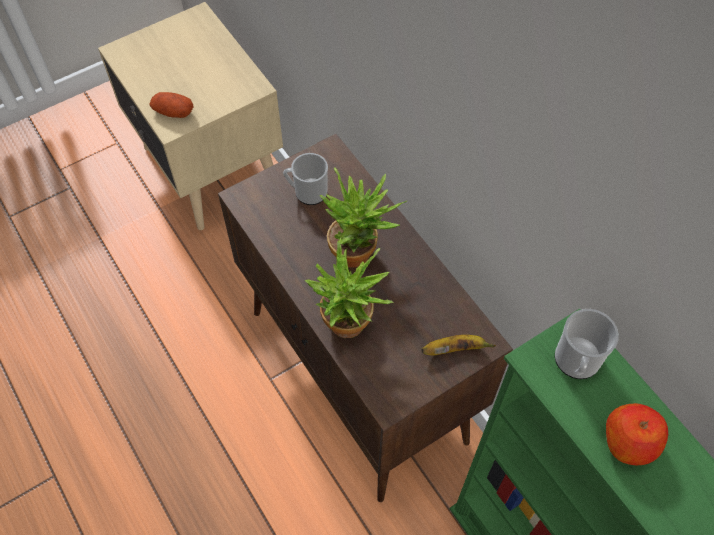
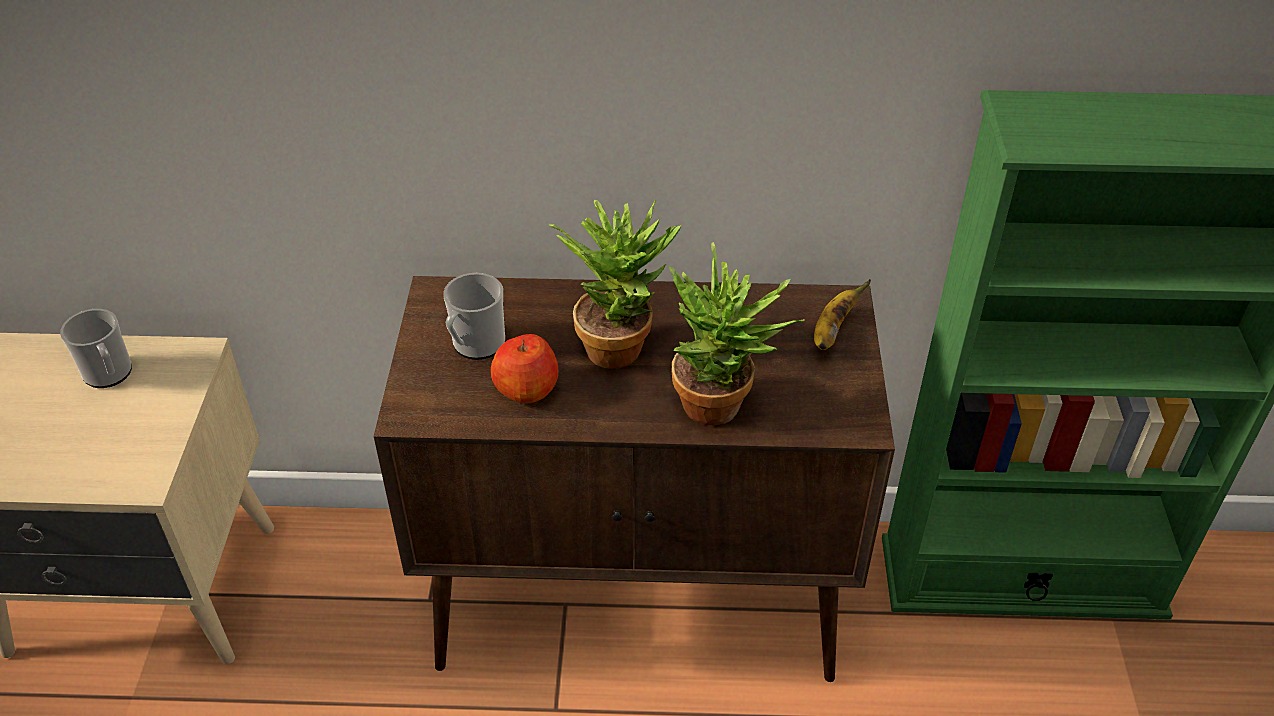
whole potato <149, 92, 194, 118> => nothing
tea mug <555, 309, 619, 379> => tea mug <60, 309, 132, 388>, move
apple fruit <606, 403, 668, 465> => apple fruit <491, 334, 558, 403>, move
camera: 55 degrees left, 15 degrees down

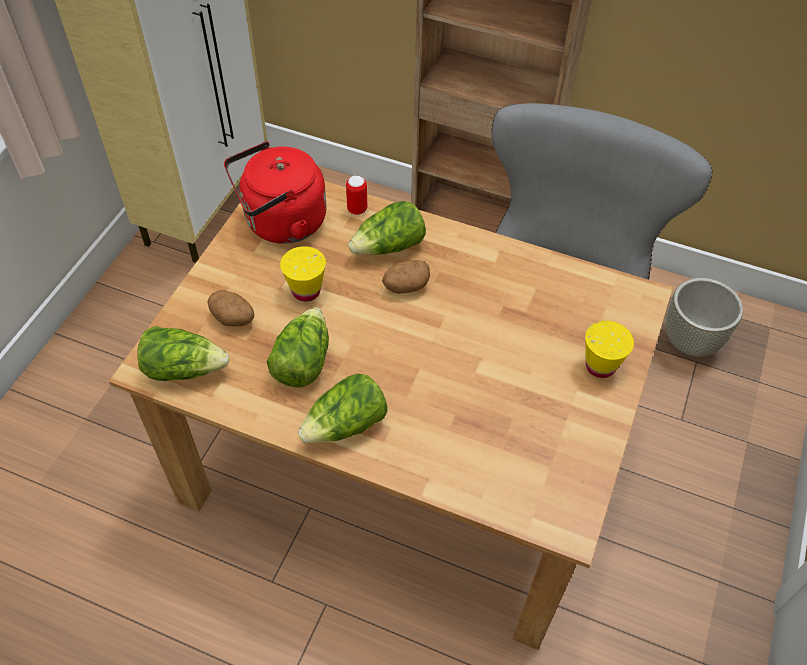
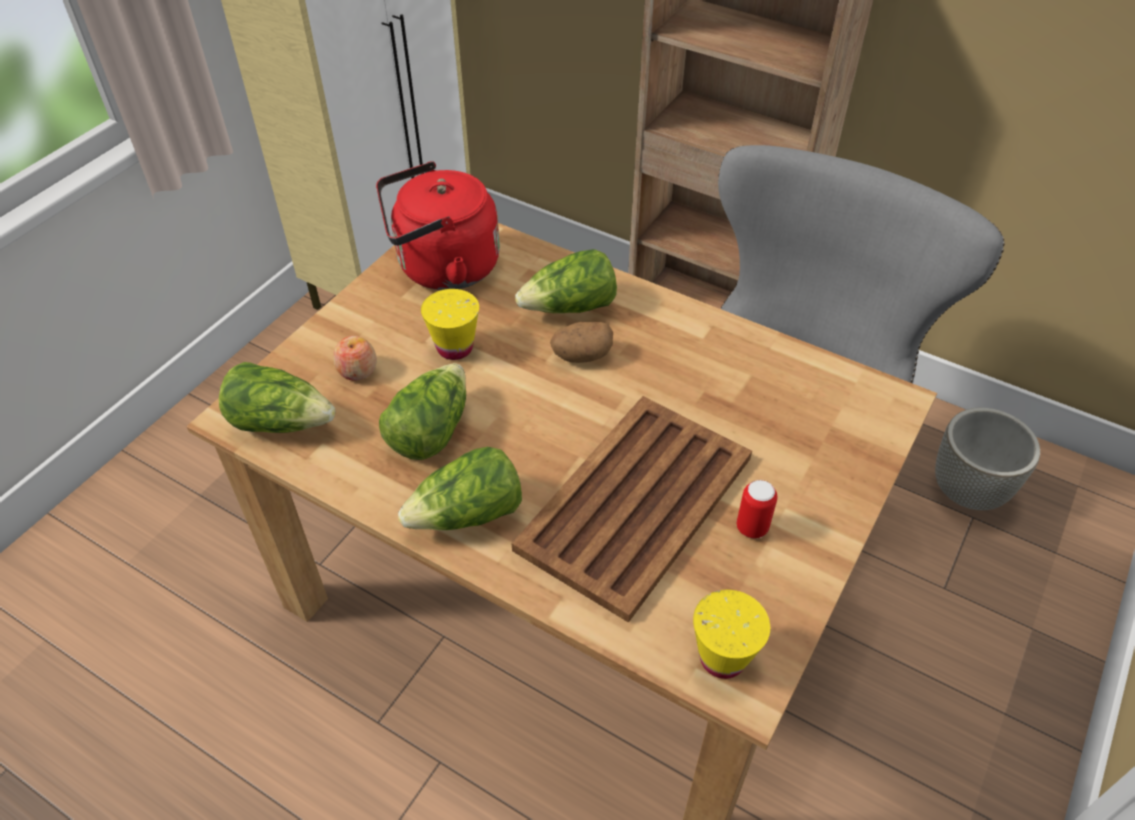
nothing => brown serving tray <512, 396, 752, 623>
metal can <346, 176, 367, 215> => metal can <737, 480, 777, 539>, move
yellowish small cup <585, 321, 634, 378> => yellowish small cup <693, 590, 770, 679>, move
whole potato <208, 290, 254, 326> => apple fruit <333, 336, 377, 381>
camera: 10 degrees right, 5 degrees down

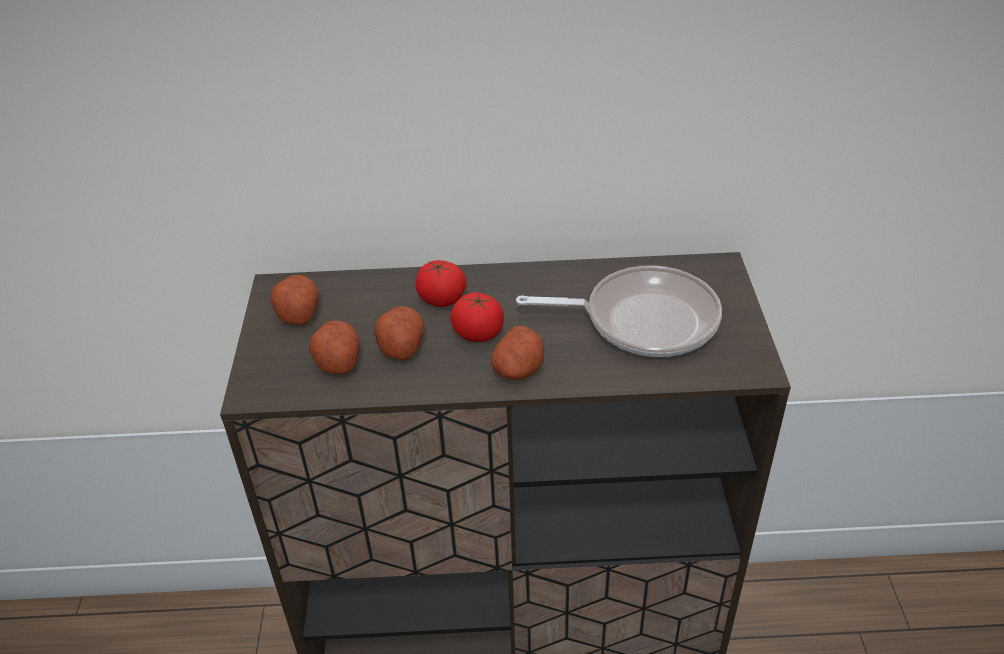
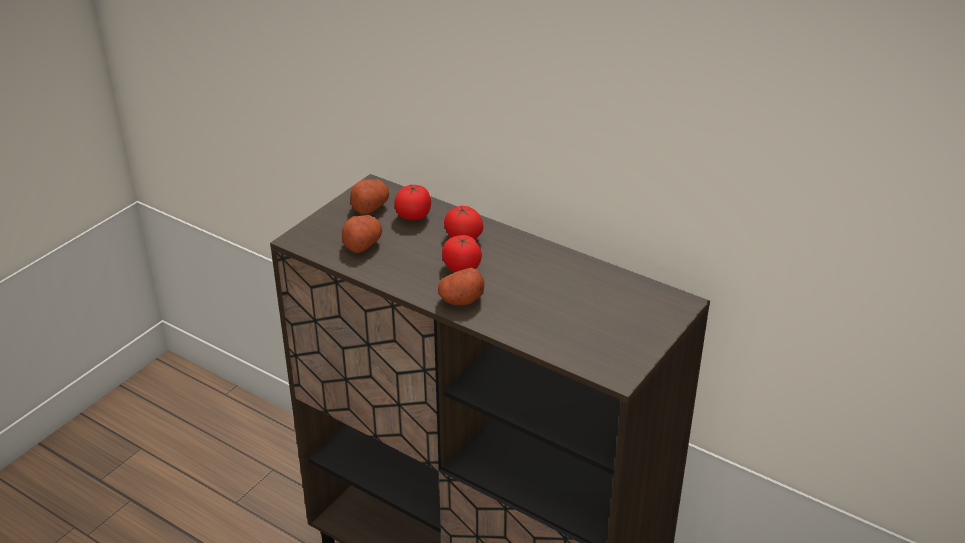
whole potato <374, 306, 424, 360> => nothing
pan <516, 265, 722, 357> => nothing
nothing => whole tomato <394, 184, 431, 220>
camera: 35 degrees right, 5 degrees down

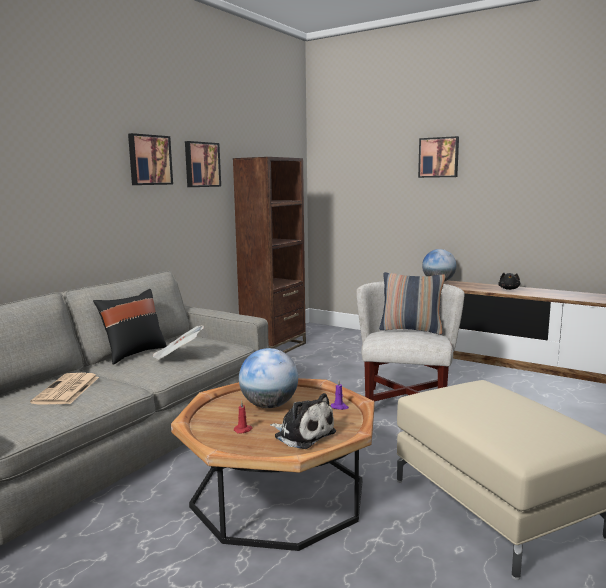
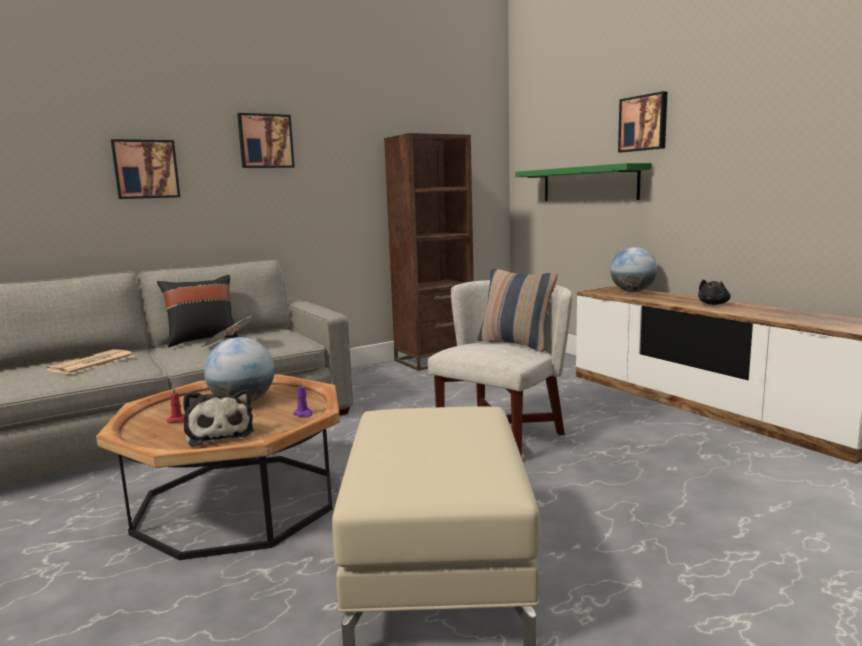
nothing => greenish wall shelf <515, 163, 652, 201>
wall art <185, 141, 221, 187> => wall art <111, 139, 180, 199>, move
camera: 25 degrees right, 0 degrees up

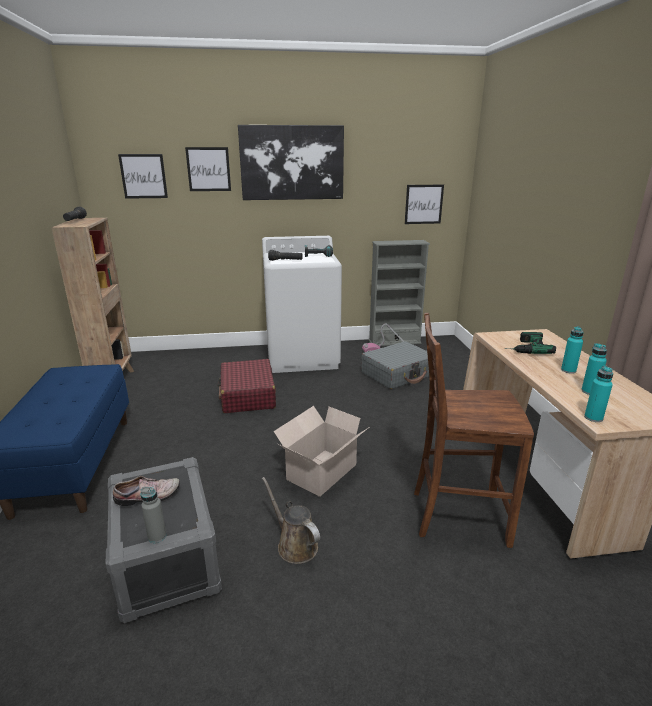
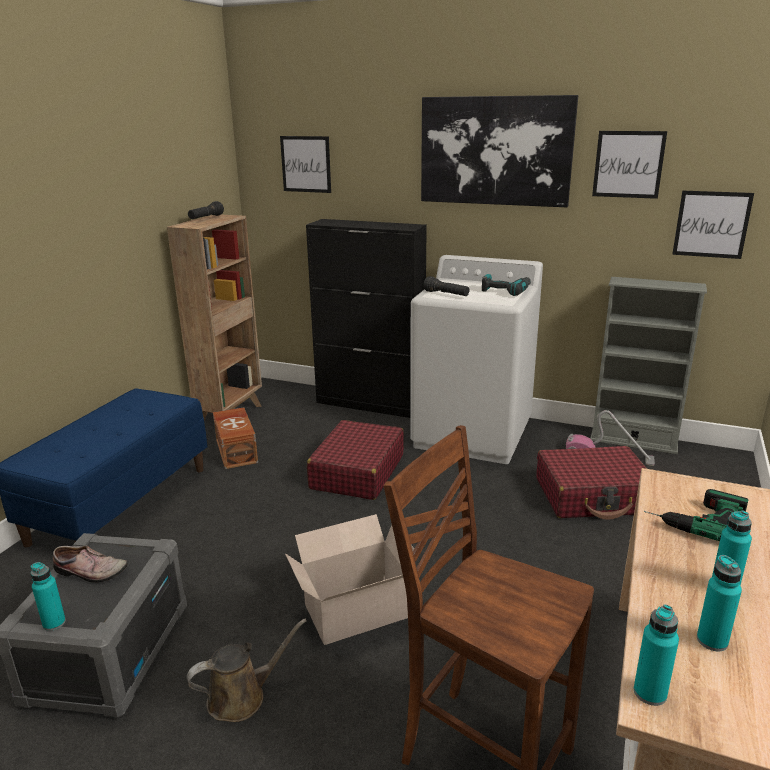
nothing => brown storage bin <213, 407, 258, 469>
nothing => black storage cabinet <306, 219, 427, 418>
wall art <185, 147, 231, 191> => wall art <592, 131, 667, 199>, move
grey beverage bottle <140, 487, 166, 543> => turquoise beverage bottle <31, 562, 66, 631>
grey suitcase <361, 341, 429, 389> => red suitcase <537, 446, 647, 520>
brown watering can <262, 477, 320, 564> => brown watering can <187, 619, 307, 722>, 75 degrees clockwise
camera: 30 degrees right, 0 degrees up

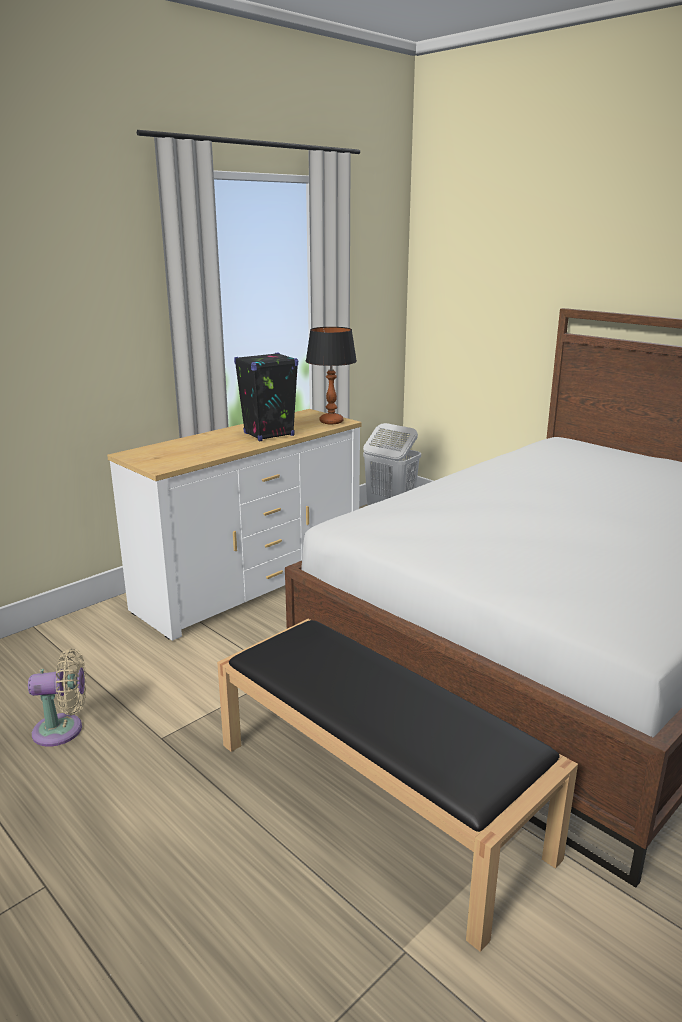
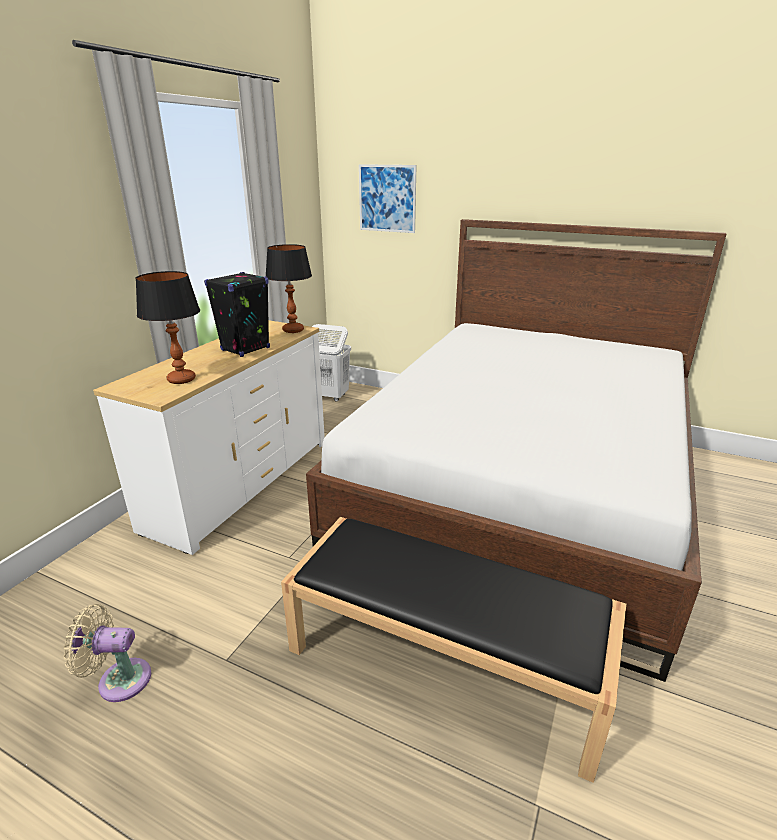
nothing => lamp for a table <135, 271, 200, 384>
nothing => wall art <359, 164, 417, 233>
sand-coloured electric fan <28, 649, 86, 747> => sand-coloured electric fan <64, 604, 151, 702>, 150 degrees counterclockwise
camera: 20 degrees left, 5 degrees up

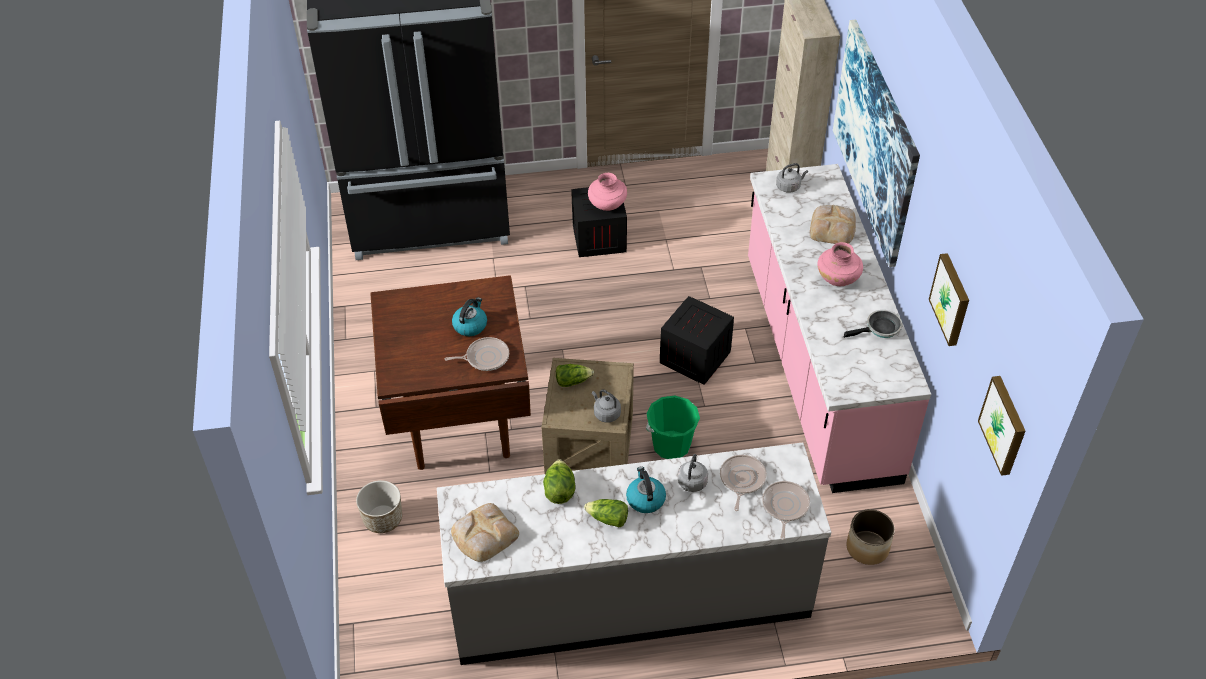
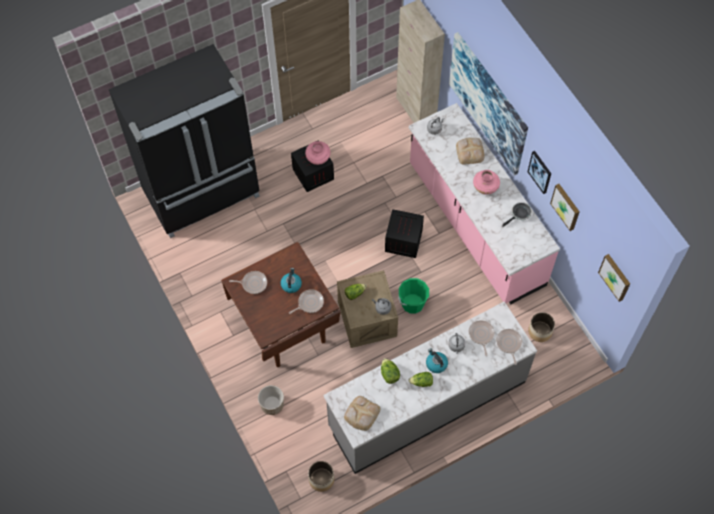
nothing => pan <229, 271, 267, 294>
nothing => planter <308, 461, 334, 492>
nothing => wall art <528, 151, 551, 194>
camera: 20 degrees left, 15 degrees up

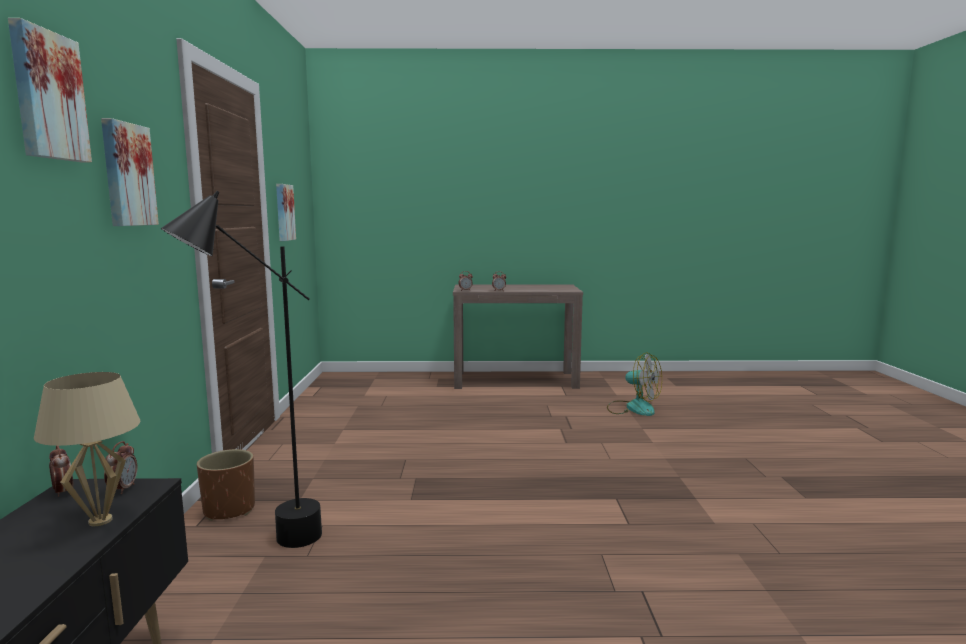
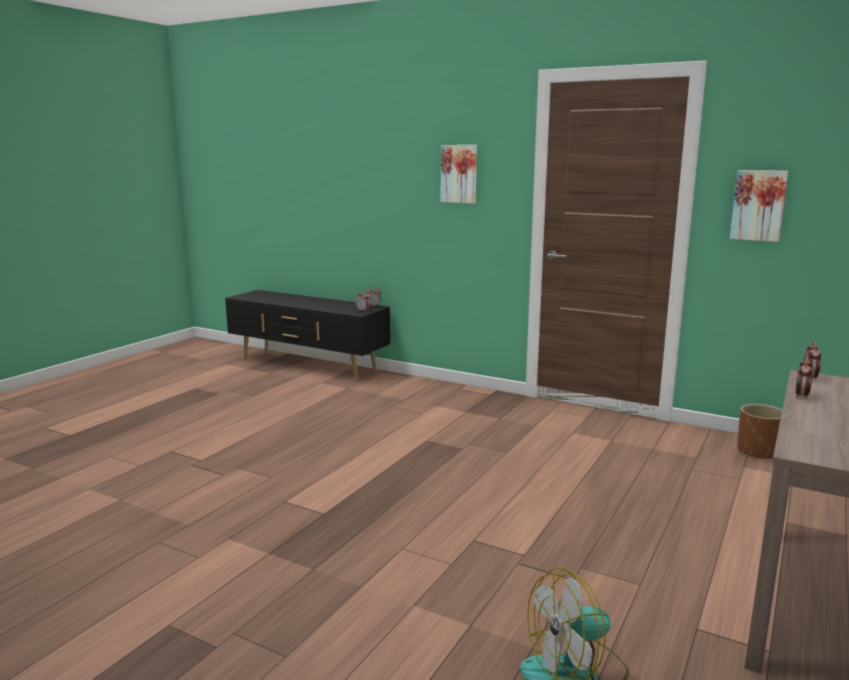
wall art <8, 18, 92, 162> => nothing
sand-coloured lamp for a table <34, 372, 141, 526> => nothing
black floor lamp <161, 191, 322, 548> => nothing
brown planter <197, 449, 255, 521> => brown planter <737, 404, 782, 459>, move
camera: 120 degrees right, 5 degrees up

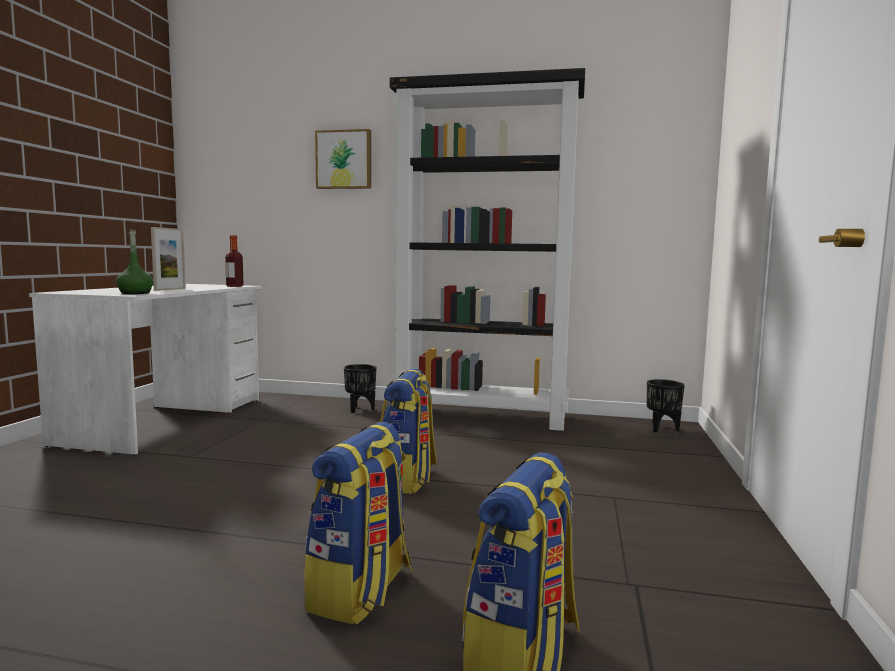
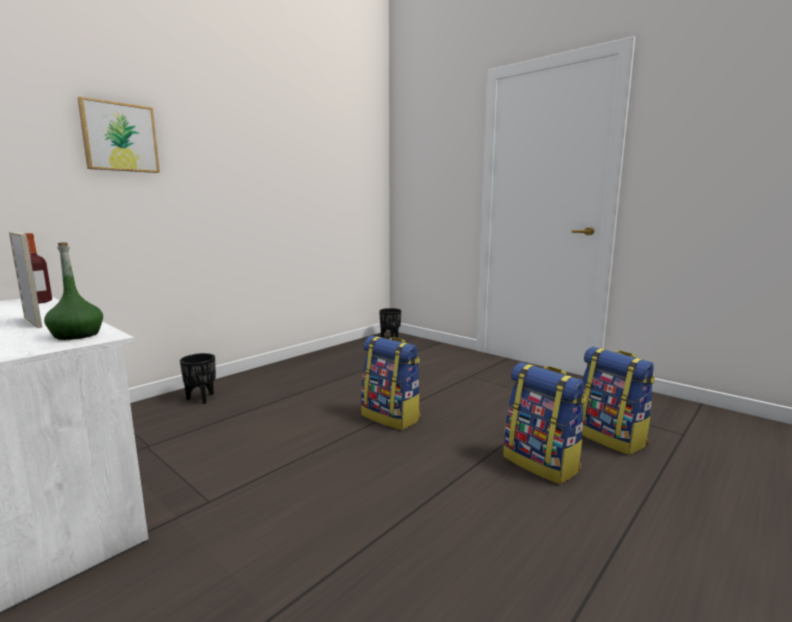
black bookcase <389, 68, 585, 431> => nothing
camera: 60 degrees left, 5 degrees up

